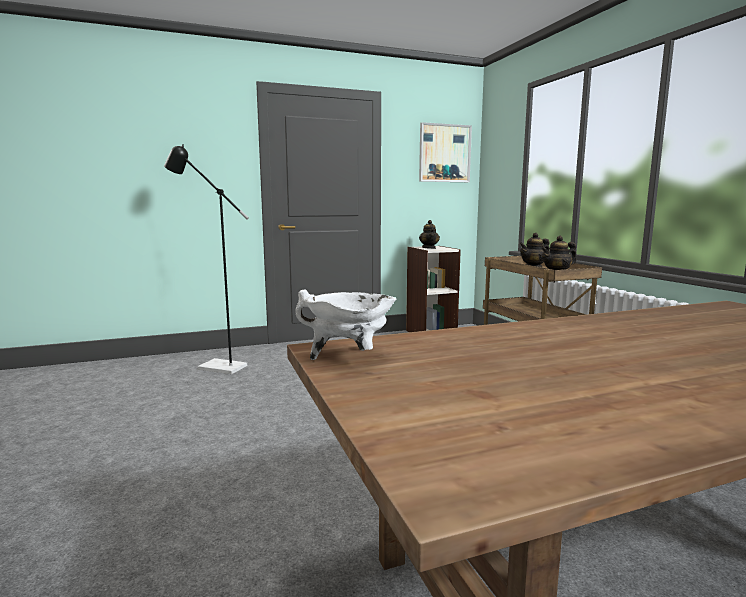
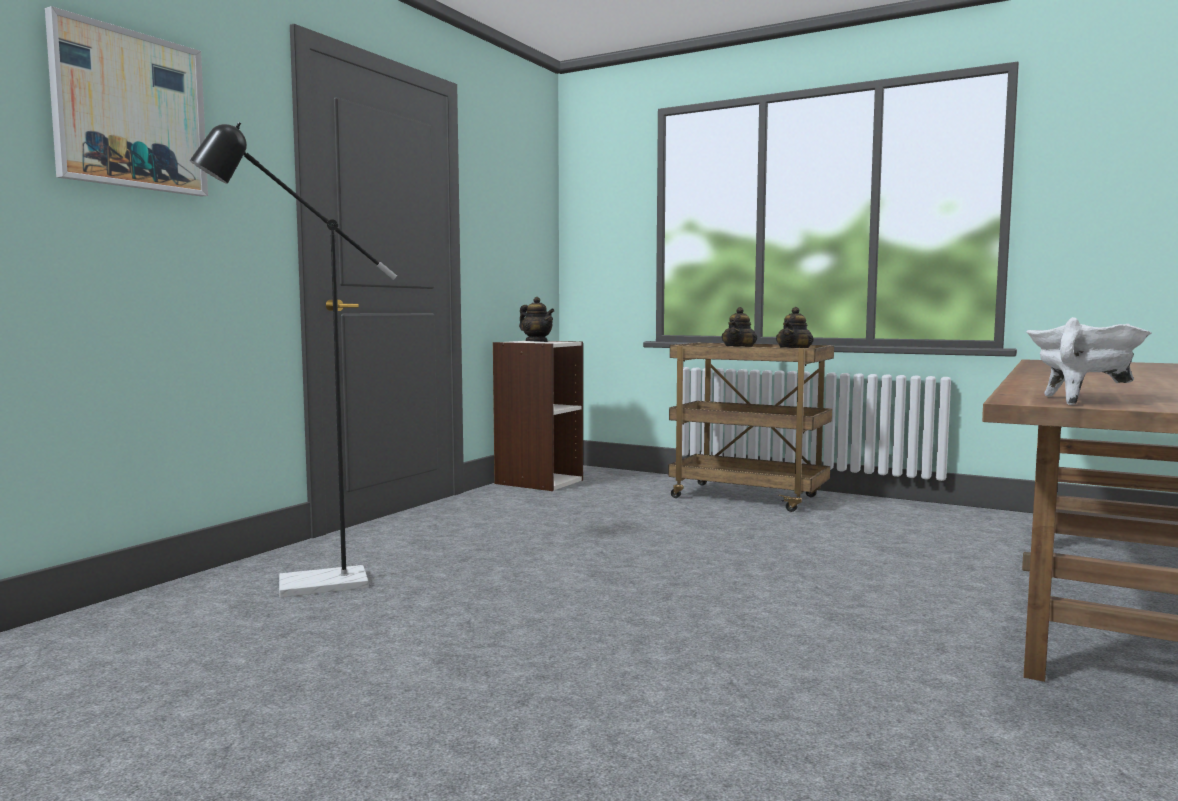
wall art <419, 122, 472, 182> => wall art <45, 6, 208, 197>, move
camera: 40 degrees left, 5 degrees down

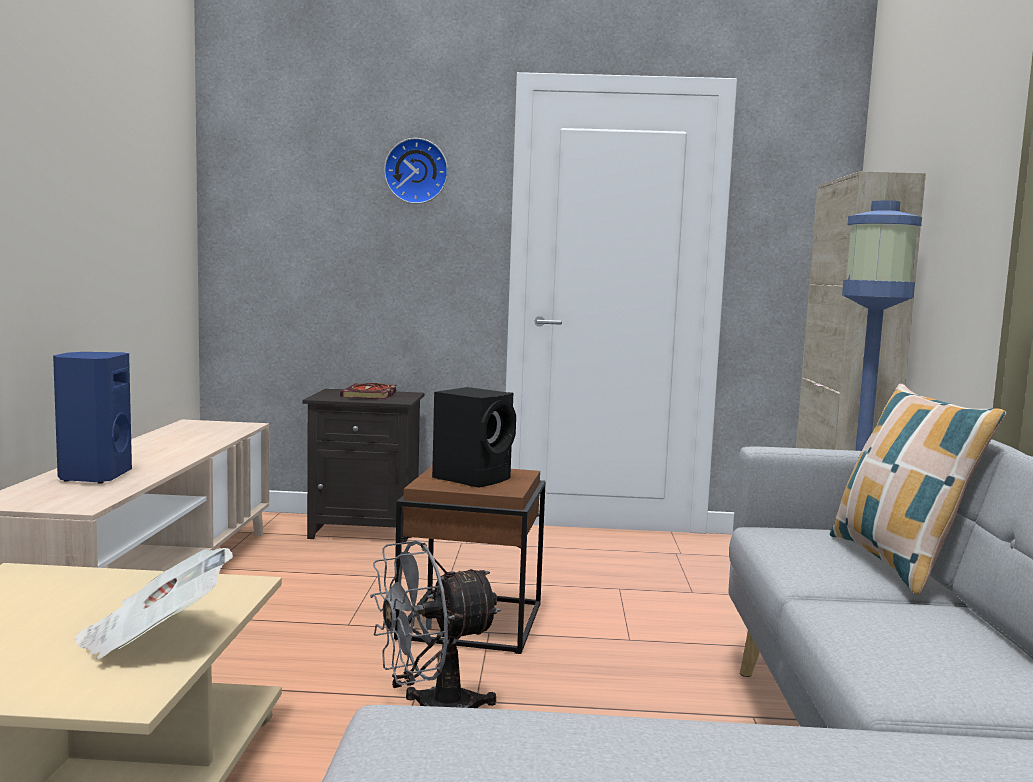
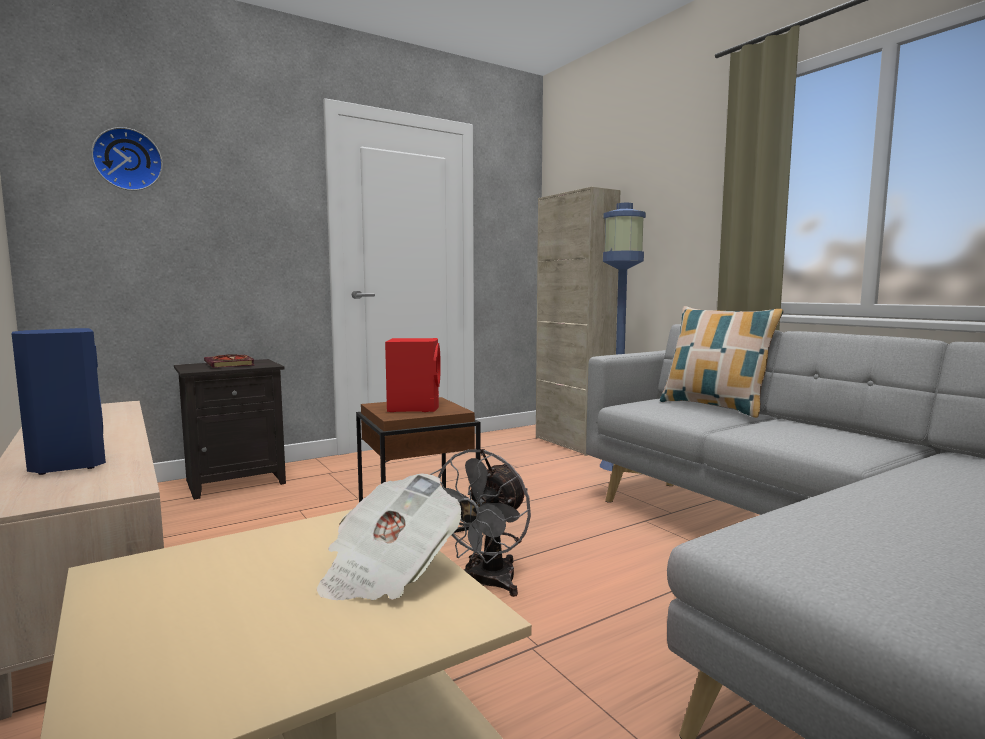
clock on the wall <384, 138, 448, 204> => clock on the wall <91, 127, 163, 191>, move
black loudspeaker <432, 387, 516, 488> => red loudspeaker <385, 338, 441, 412>
camera: 35 degrees left, 0 degrees up

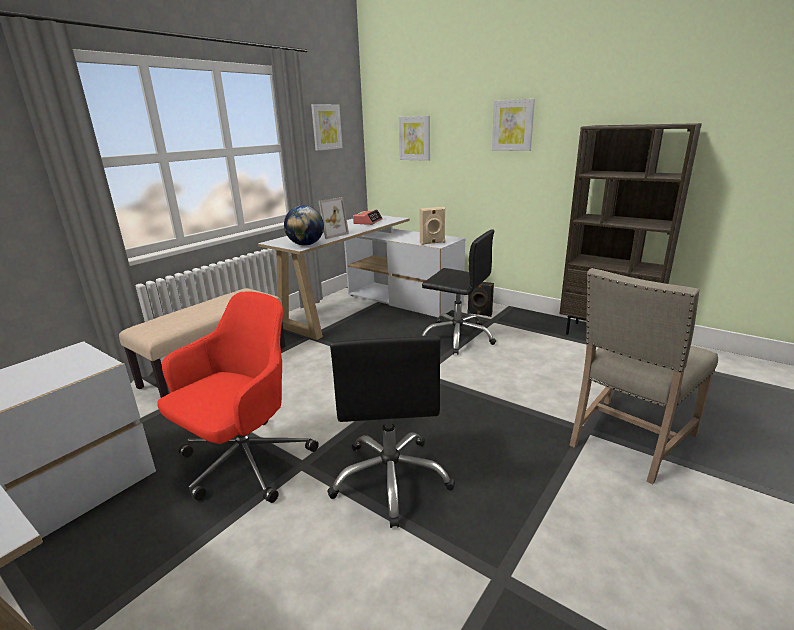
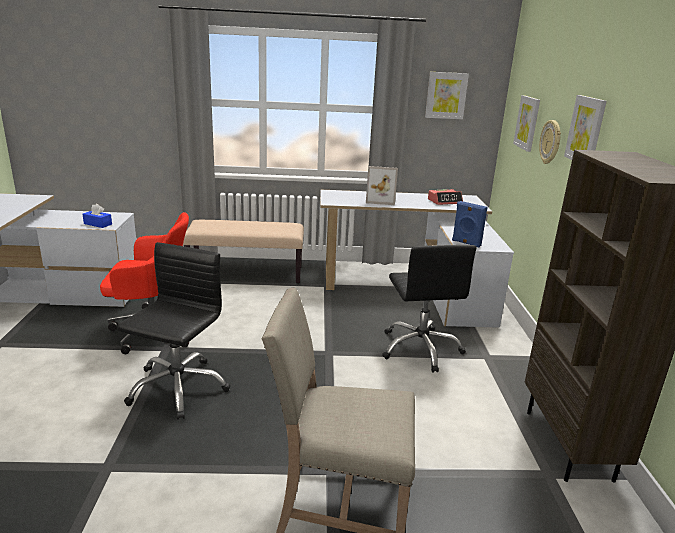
world globe <284, 205, 324, 246> => nothing
black loudspeaker <467, 282, 494, 317> => nothing
nothing => blue-coloured box of tissues <83, 204, 112, 228>
nothing => clock on the wall <539, 120, 561, 164>
sand-coloured loudspeaker <419, 207, 446, 245> => blue-coloured loudspeaker <452, 201, 487, 248>
black office chair <327, 336, 455, 528> => black office chair <117, 242, 230, 420>, 150 degrees clockwise
camera: 50 degrees right, 0 degrees up

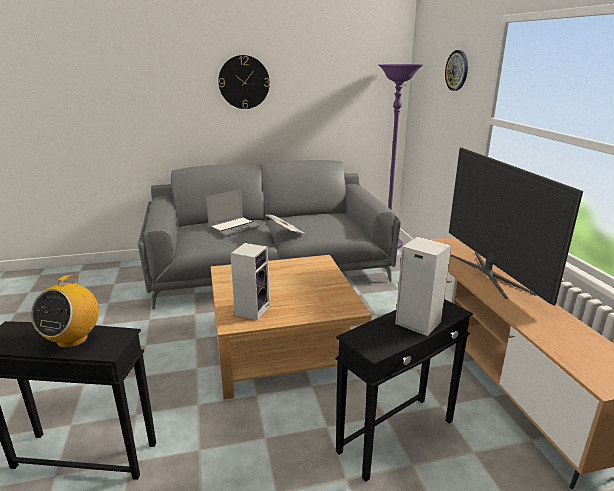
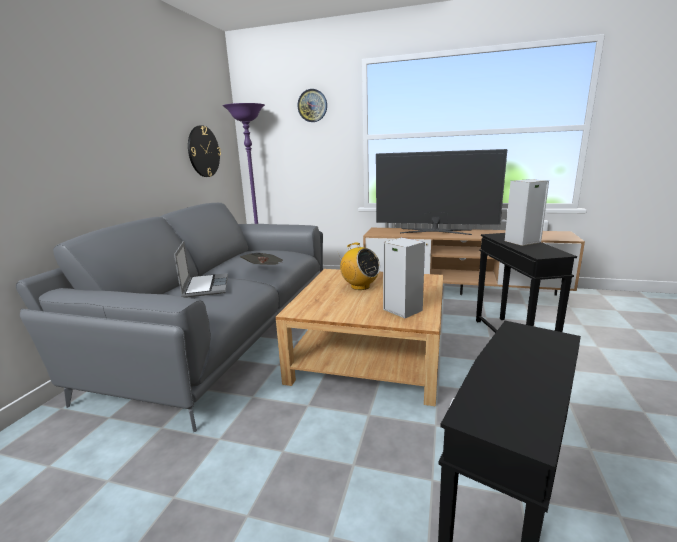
radio receiver <31, 275, 99, 348> => radio receiver <340, 243, 380, 290>, move
clock on the wall <218, 55, 270, 109> => clock on the wall <188, 125, 221, 177>, move
camera: 60 degrees left, 5 degrees down

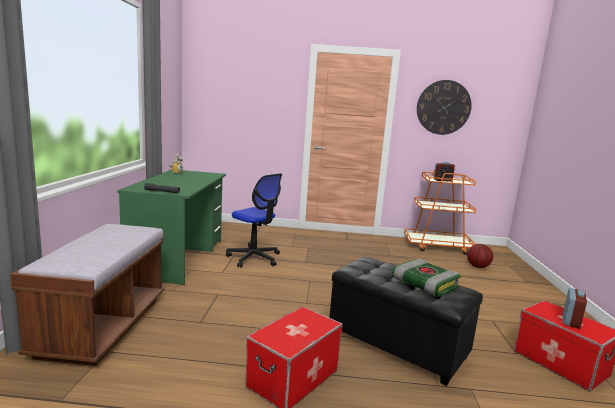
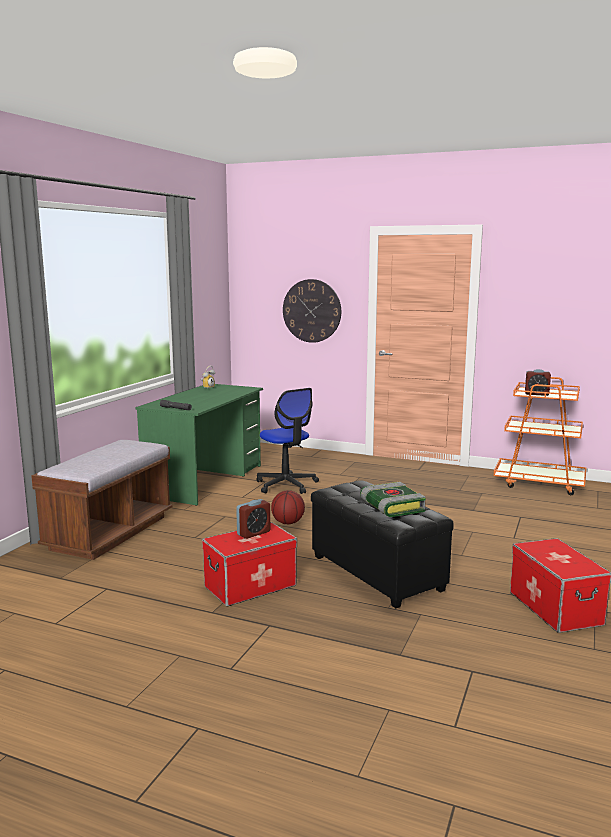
clock on the wall <417, 80, 472, 135> => clock on the wall <283, 279, 341, 343>, move
ball for basketball <467, 244, 493, 268> => ball for basketball <271, 490, 305, 525>, move
bedside clock <563, 288, 587, 329> => bedside clock <236, 499, 270, 539>, move
camera: 20 degrees right, 0 degrees up

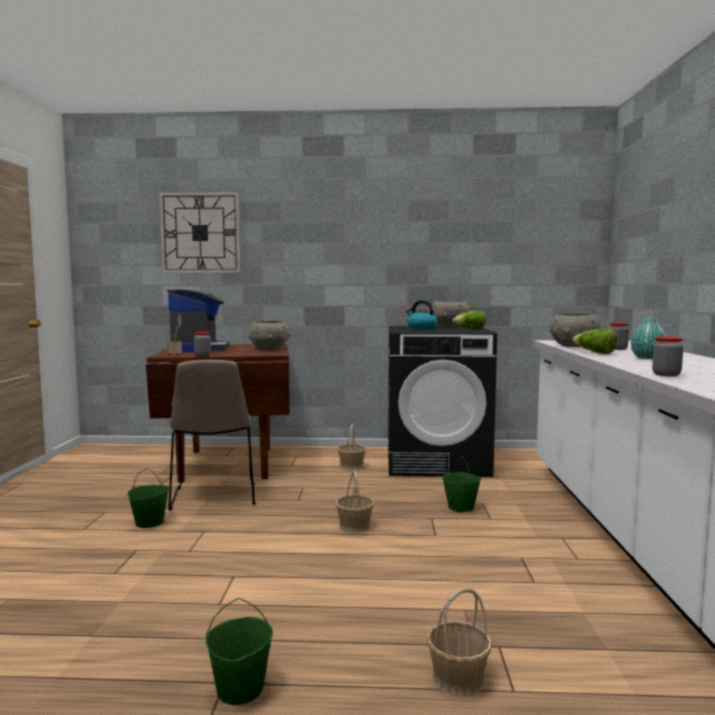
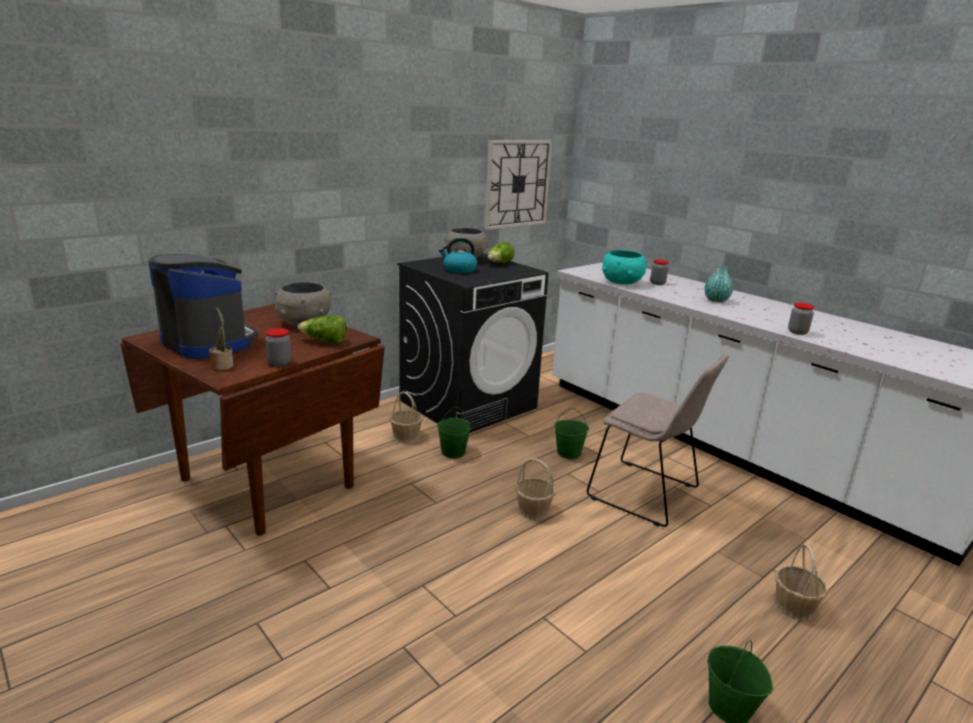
greenish bucket <128, 468, 169, 528> => greenish bucket <437, 407, 471, 458>, move
clock on the wall <159, 192, 240, 273> => clock on the wall <484, 140, 552, 230>, move
sand-coloured upright chair <168, 360, 255, 511> => sand-coloured upright chair <587, 353, 728, 527>, move
lettuce head <572, 328, 617, 354> => lettuce head <298, 315, 346, 343>, move
grey bowl <549, 314, 601, 347> => turquoise bowl <602, 250, 647, 285>
camera: 45 degrees left, 15 degrees up

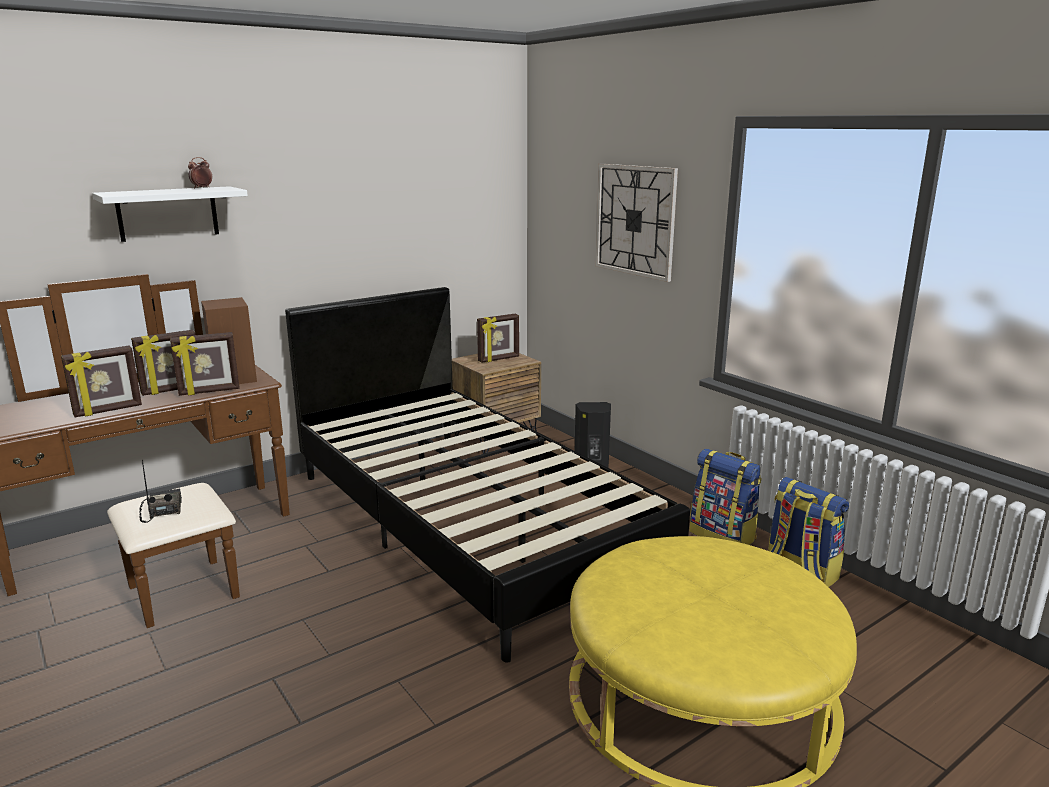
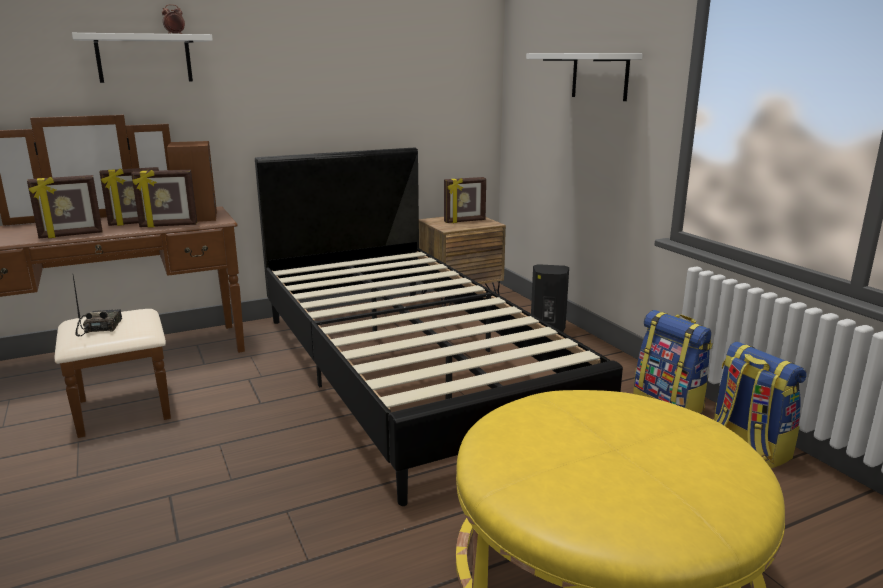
clock on the wall <595, 164, 678, 282> => white wall shelf <526, 53, 643, 101>
camera: 10 degrees right, 0 degrees up

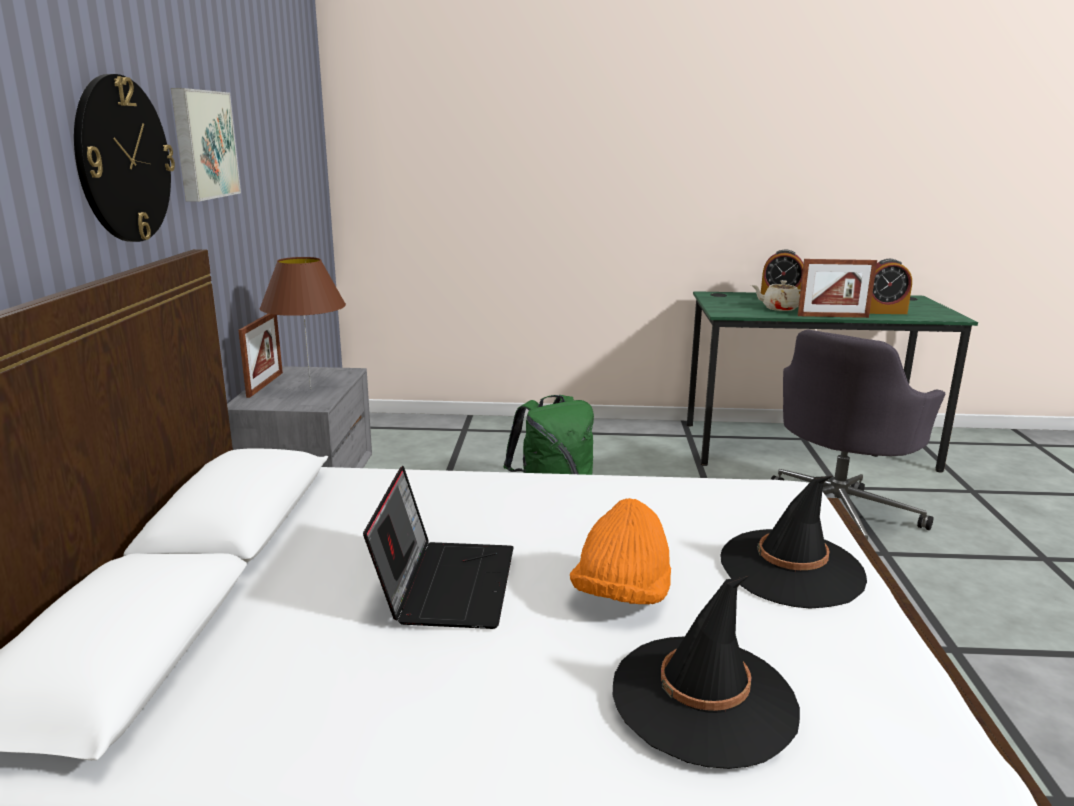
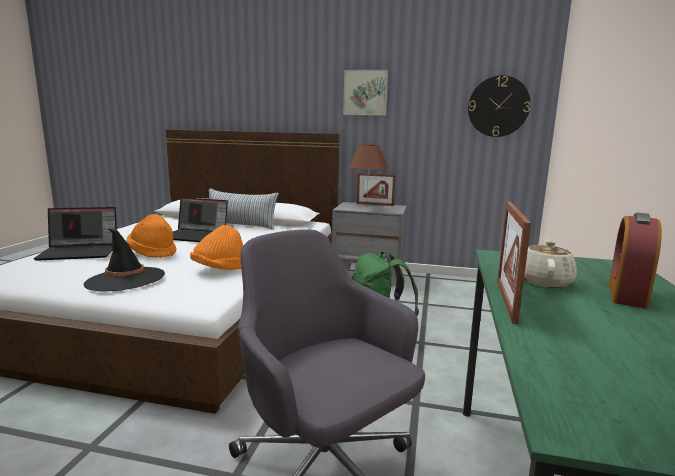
bedside clock <869, 259, 912, 314> => nothing
nothing => orange-coloured hat <190, 225, 243, 270>
nothing => throw pillow <209, 189, 279, 230>
clock on the wall <74, 74, 175, 242> => clock on the wall <468, 75, 531, 137>, move
black hat <613, 575, 800, 769> => laptop <33, 207, 117, 261>
camera: 100 degrees right, 5 degrees down

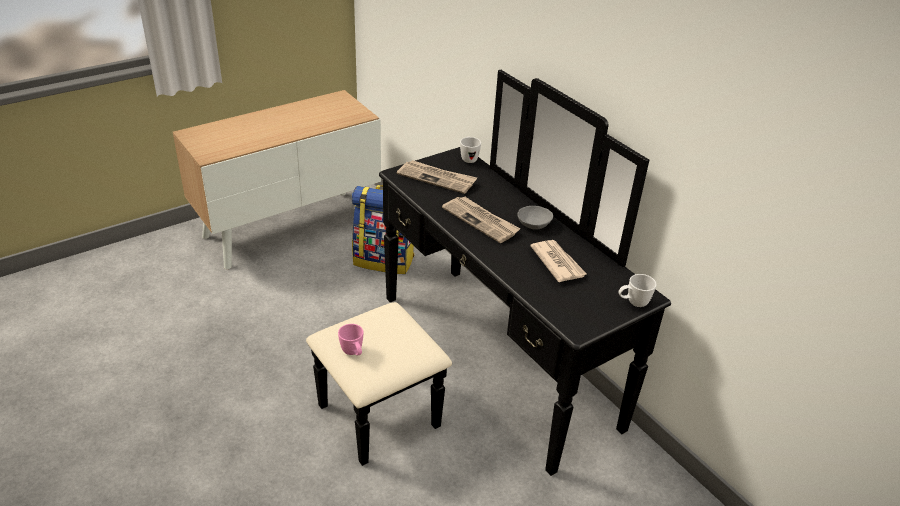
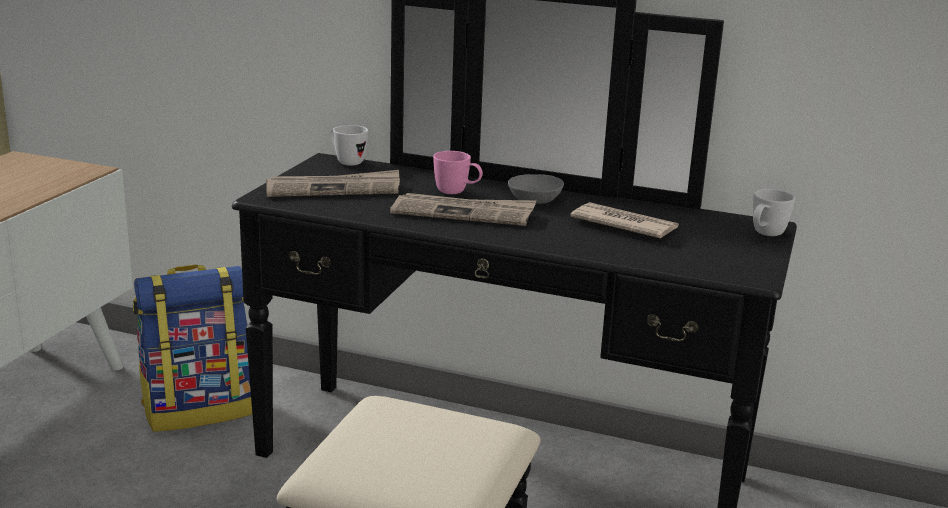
pinkish tea mug <338, 324, 363, 356> => pinkish tea mug <433, 151, 483, 194>, move
camera: 35 degrees left, 15 degrees down

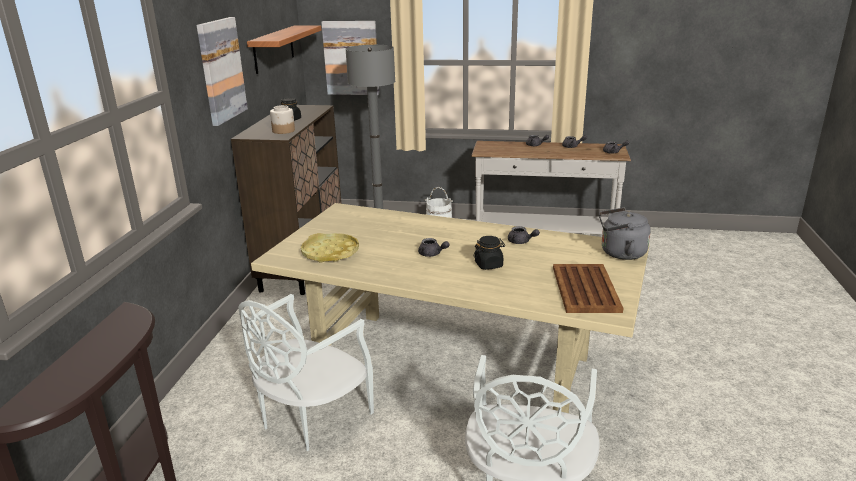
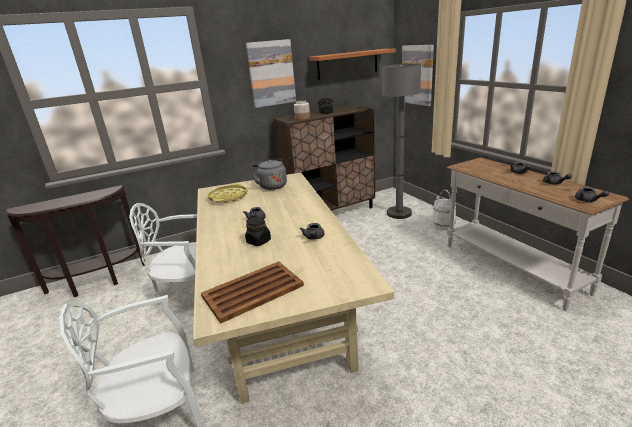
grey tea kettle <599, 207, 651, 260> => grey tea kettle <252, 159, 287, 190>, move
camera: 55 degrees right, 0 degrees up

